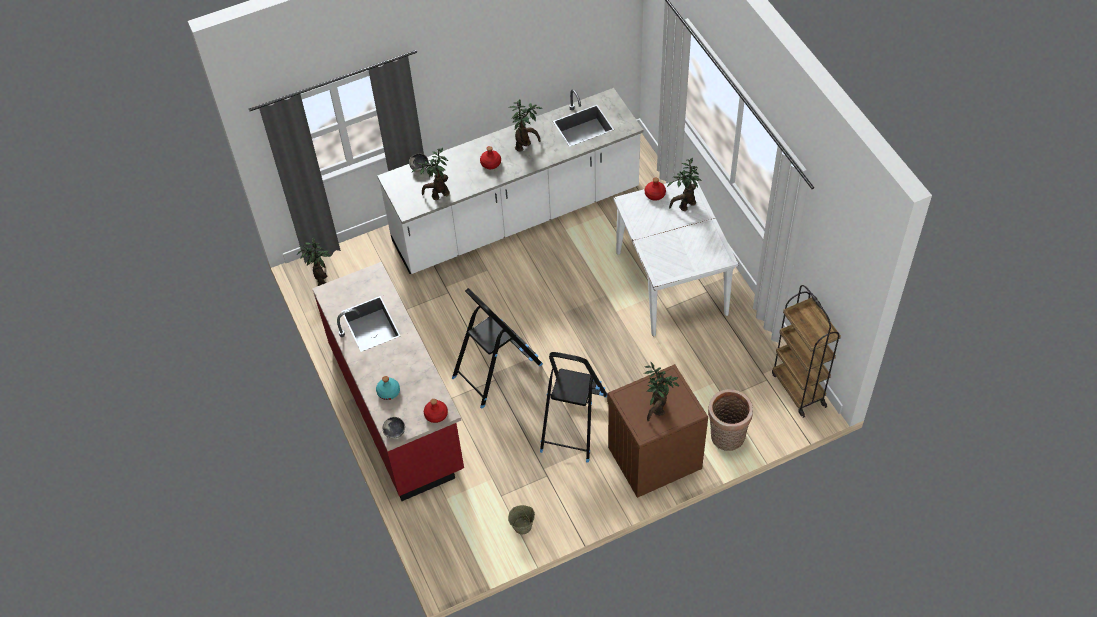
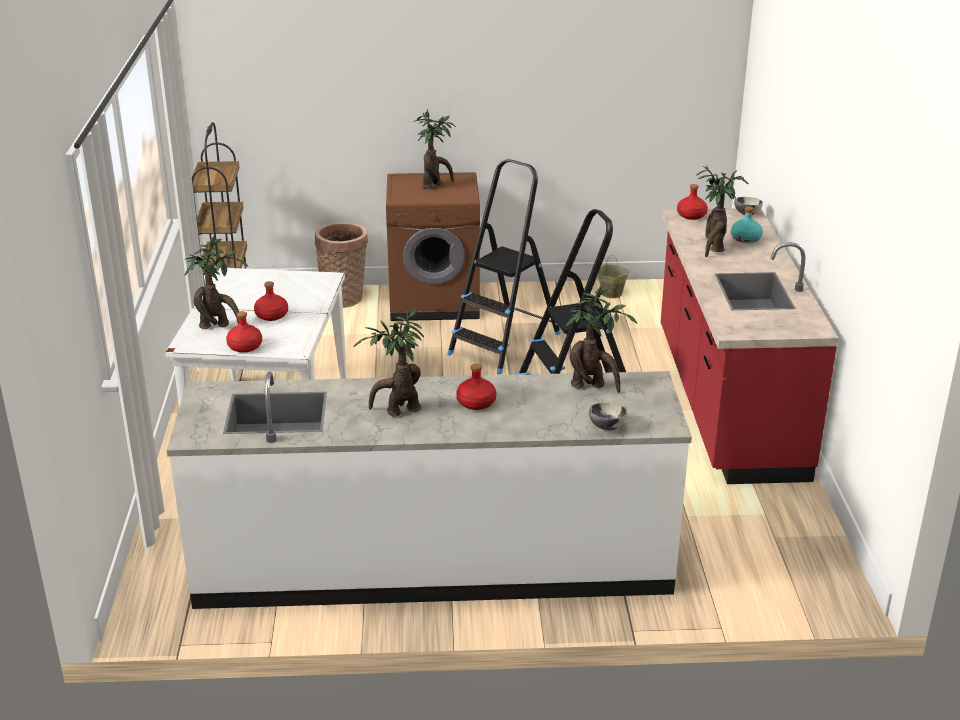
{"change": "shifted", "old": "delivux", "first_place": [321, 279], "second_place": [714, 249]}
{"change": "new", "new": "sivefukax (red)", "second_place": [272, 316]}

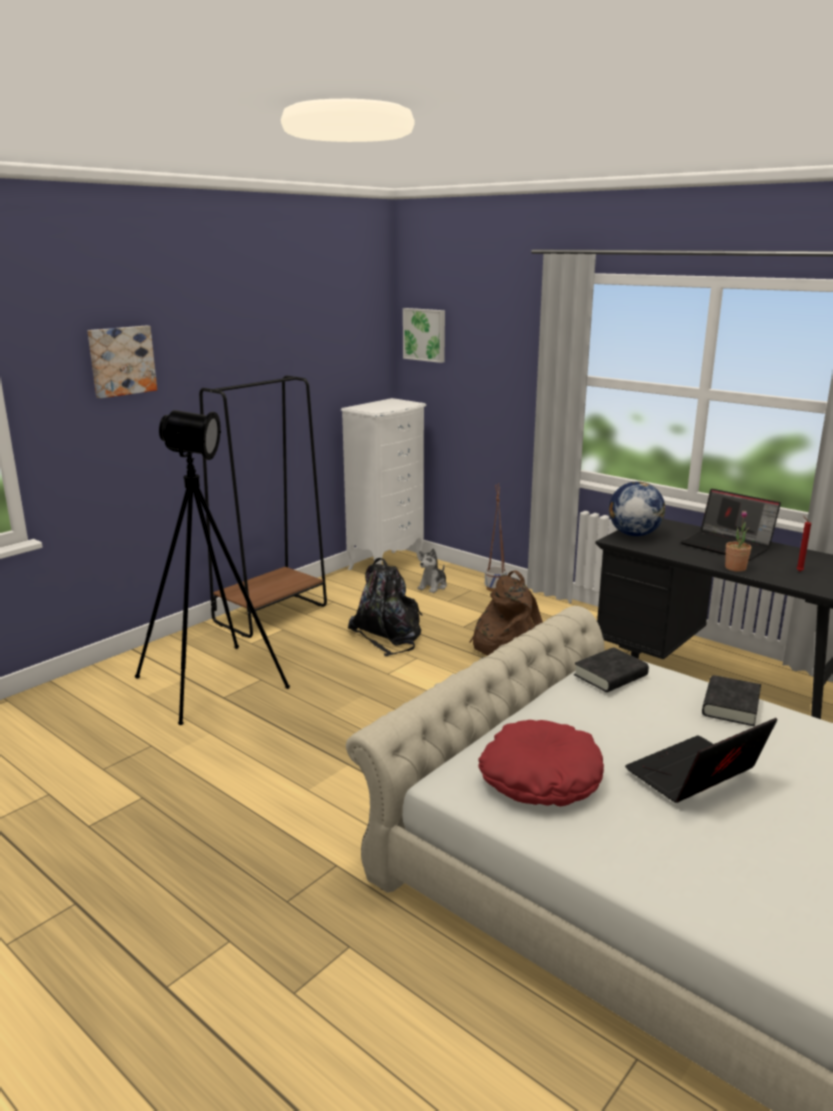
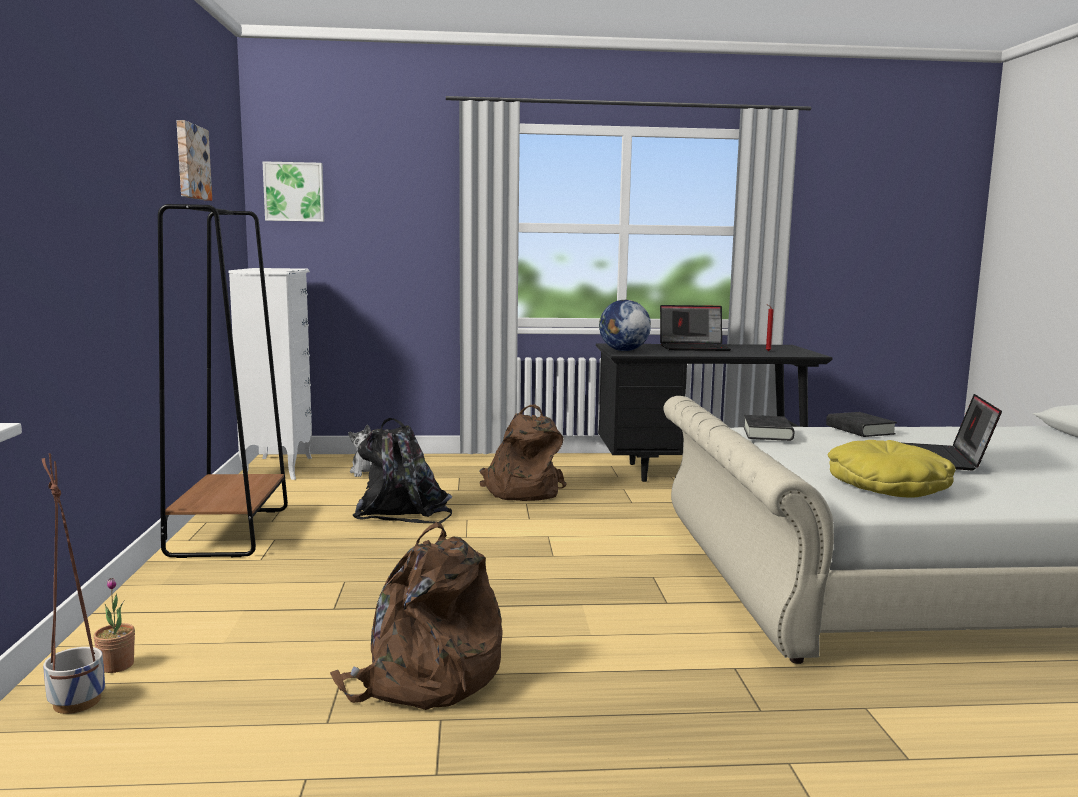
{"change": "shifted", "old": "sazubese", "first_place": [121, 361], "second_place": [190, 162]}
{"change": "gone", "old": "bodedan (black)", "first_place": [212, 683]}
{"change": "shifted", "old": "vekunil", "first_place": [494, 588], "second_place": [76, 702]}
{"change": "shifted", "old": "delivux", "first_place": [735, 568], "second_place": [117, 665]}
{"change": "repainted", "old": "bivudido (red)", "new": "bivudido (yellow)", "first_place": [542, 779], "second_place": [890, 486]}
{"change": "new", "new": "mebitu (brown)", "second_place": [424, 678]}

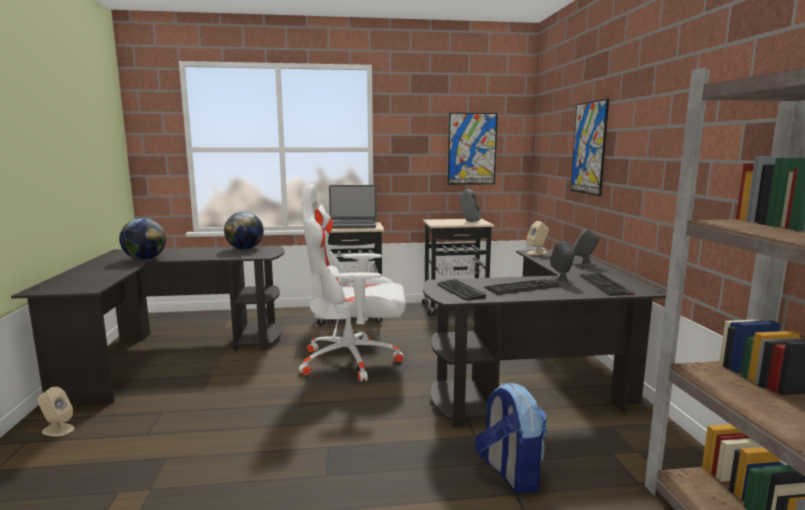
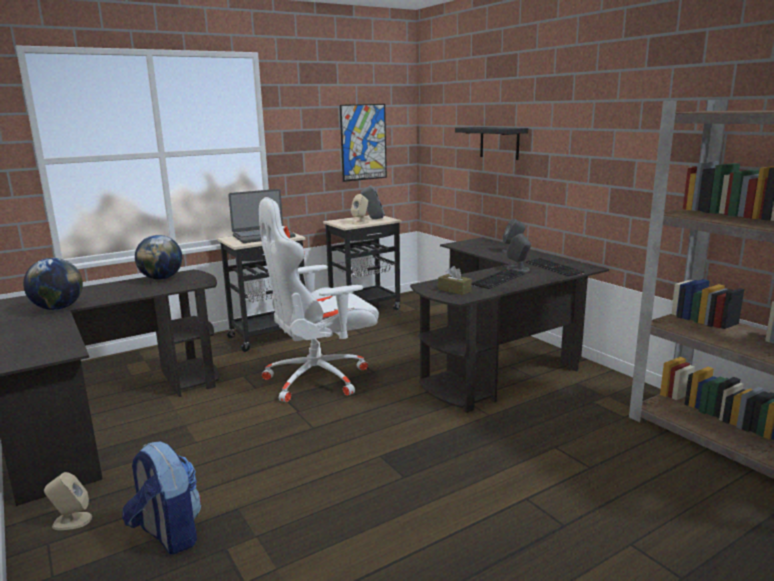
{"change": "swapped", "old": "sazubese", "new": "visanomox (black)", "first_place": [589, 148], "second_place": [499, 143]}
{"change": "shifted", "old": "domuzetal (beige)", "first_place": [537, 253], "second_place": [360, 223]}
{"change": "swapped", "old": "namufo", "new": "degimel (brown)", "first_place": [460, 290], "second_place": [454, 290]}
{"change": "shifted", "old": "mebitu", "first_place": [509, 473], "second_place": [168, 535]}

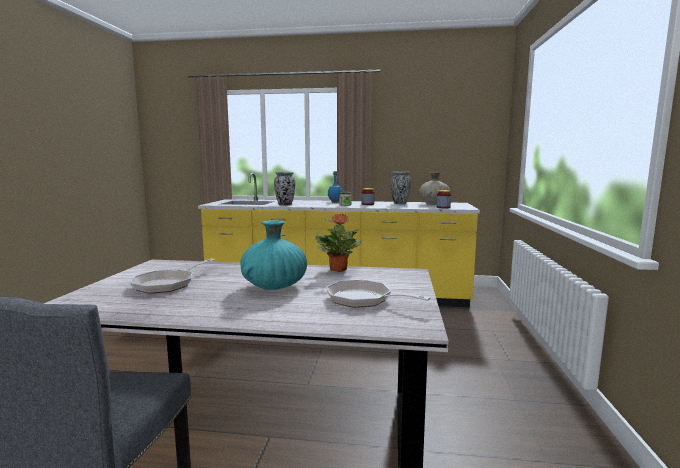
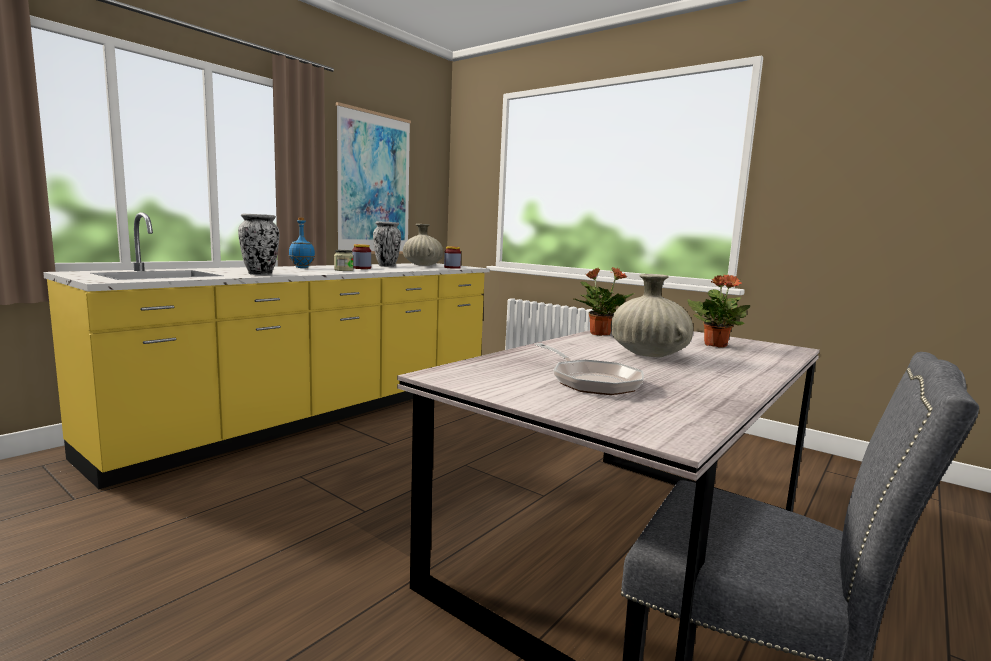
{"change": "repainted", "old": "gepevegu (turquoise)", "new": "gepevegu (beige)", "first_place": [274, 286], "second_place": [648, 355]}
{"change": "swapped", "old": "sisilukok", "new": "delivux", "first_place": [364, 300], "second_place": [715, 345]}
{"change": "new", "new": "sazubese", "second_place": [374, 184]}

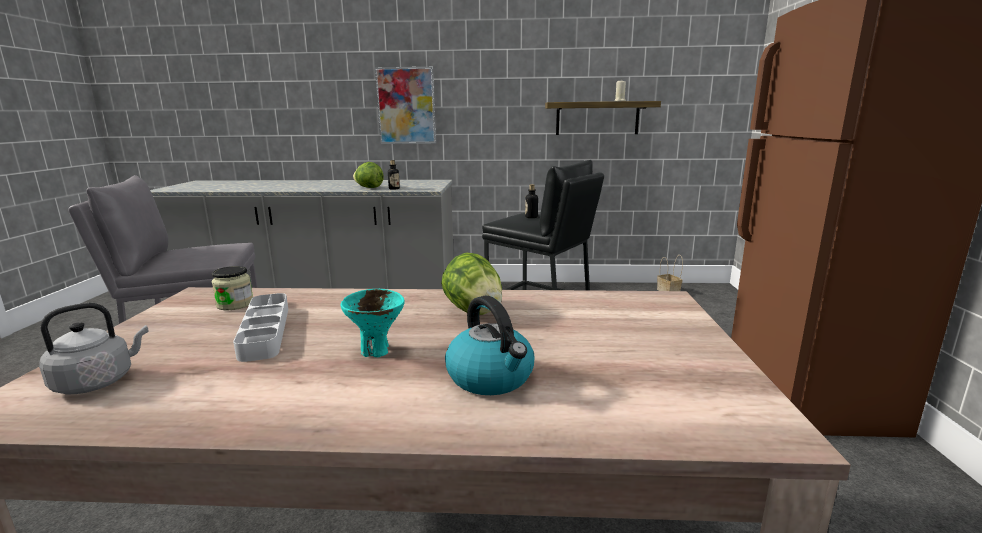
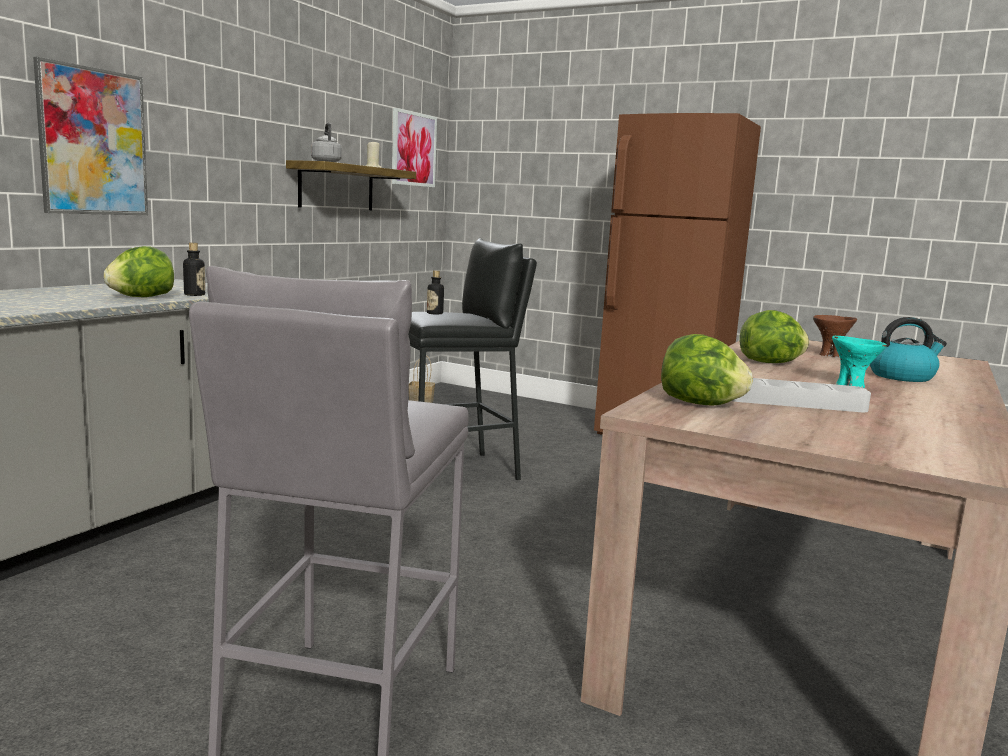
{"change": "swapped", "old": "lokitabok", "new": "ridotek", "first_place": [235, 304], "second_place": [700, 404]}
{"change": "shifted", "old": "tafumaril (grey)", "first_place": [98, 382], "second_place": [326, 162]}
{"change": "new", "new": "sazubese", "second_place": [413, 149]}
{"change": "new", "new": "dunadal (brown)", "second_place": [830, 355]}

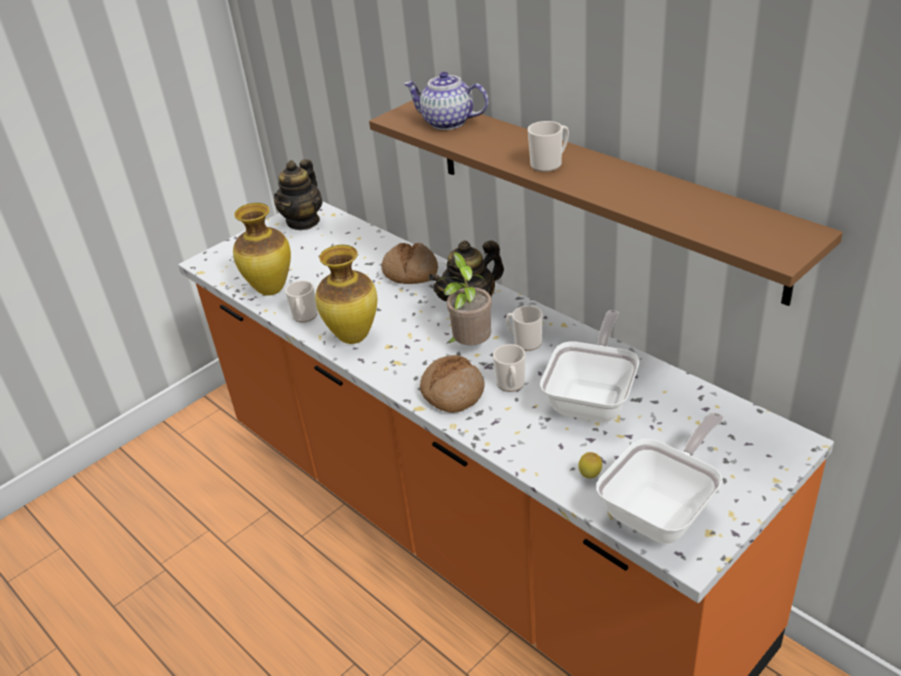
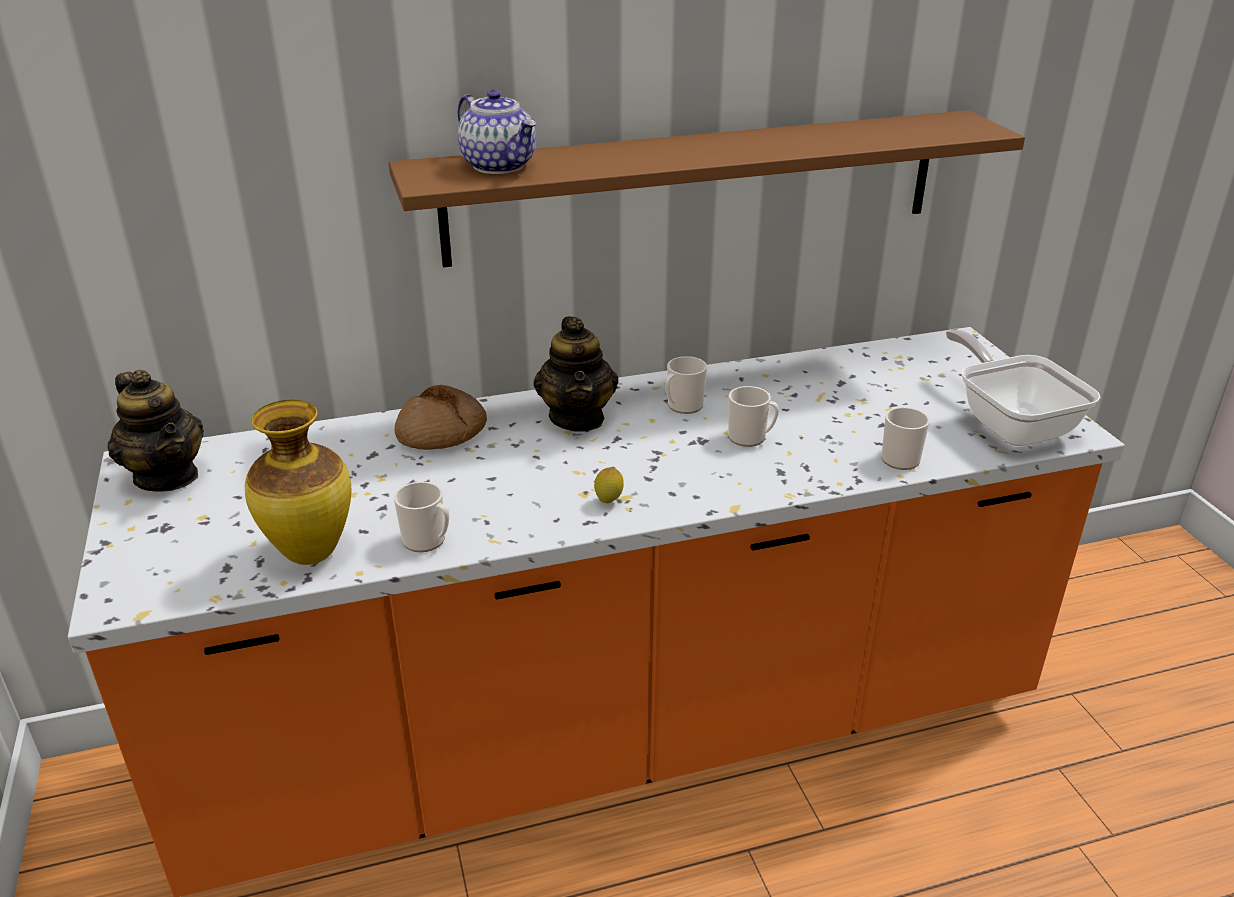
{"change": "rotated", "old": "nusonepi", "first_place": [447, 122], "second_place": [500, 166], "degrees": -90}
{"change": "shifted", "old": "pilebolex", "first_place": [549, 164], "second_place": [900, 457]}
{"change": "gone", "old": "gepevegu", "first_place": [353, 338]}
{"change": "gone", "old": "delivux", "first_place": [470, 346]}
{"change": "gone", "old": "sisilukok", "first_place": [593, 398]}
{"change": "gone", "old": "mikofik", "first_place": [452, 392]}
{"change": "shifted", "old": "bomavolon", "first_place": [590, 477], "second_place": [609, 502]}

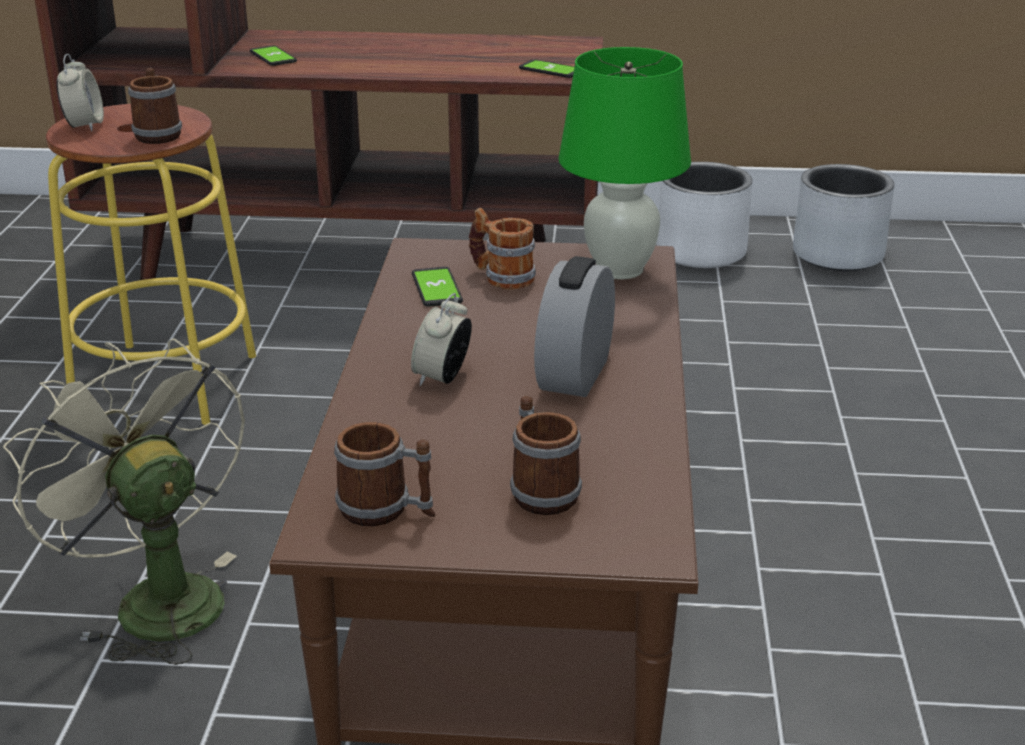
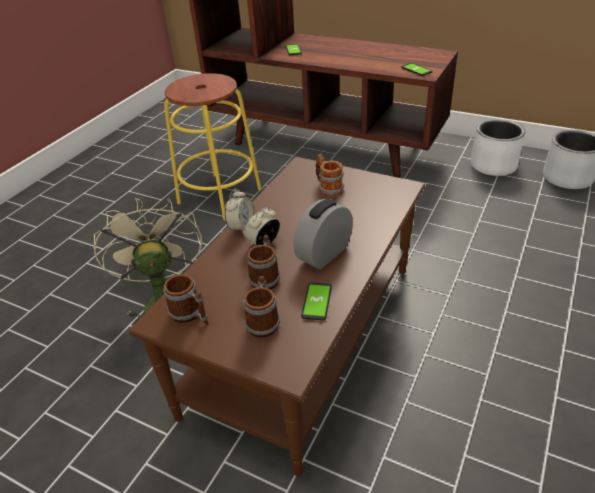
{"change": "gone", "old": "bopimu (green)", "first_place": [619, 270]}
{"change": "shifted", "old": "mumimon", "first_place": [84, 126], "second_place": [241, 227]}
{"change": "shifted", "old": "pilebolex", "first_place": [158, 133], "second_place": [266, 277]}
{"change": "shifted", "old": "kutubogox", "first_place": [437, 288], "second_place": [317, 302]}

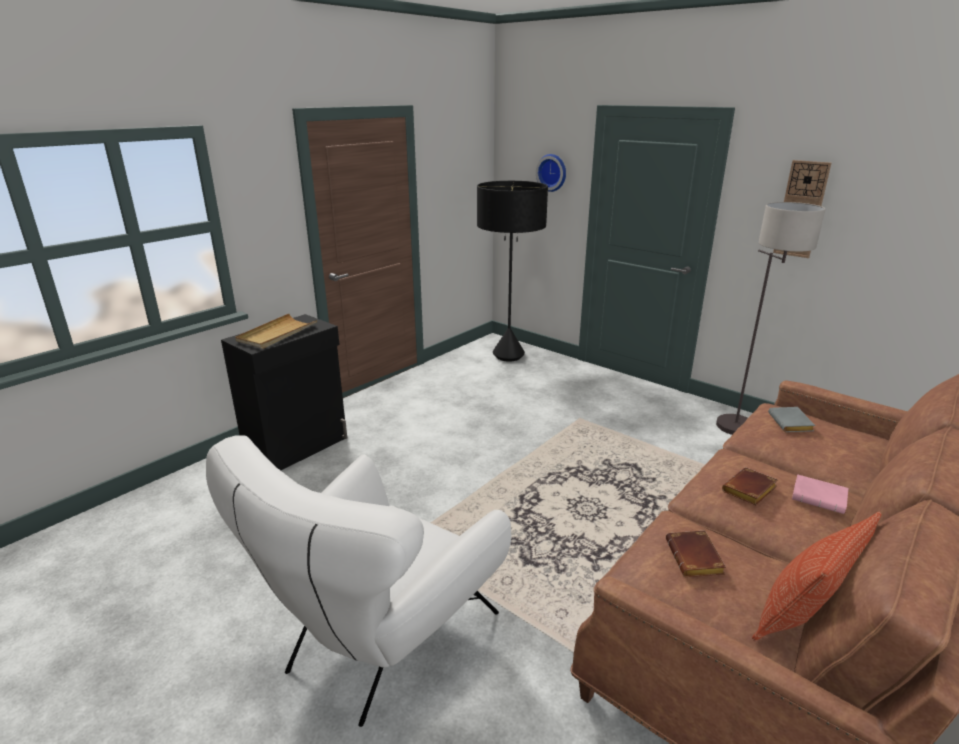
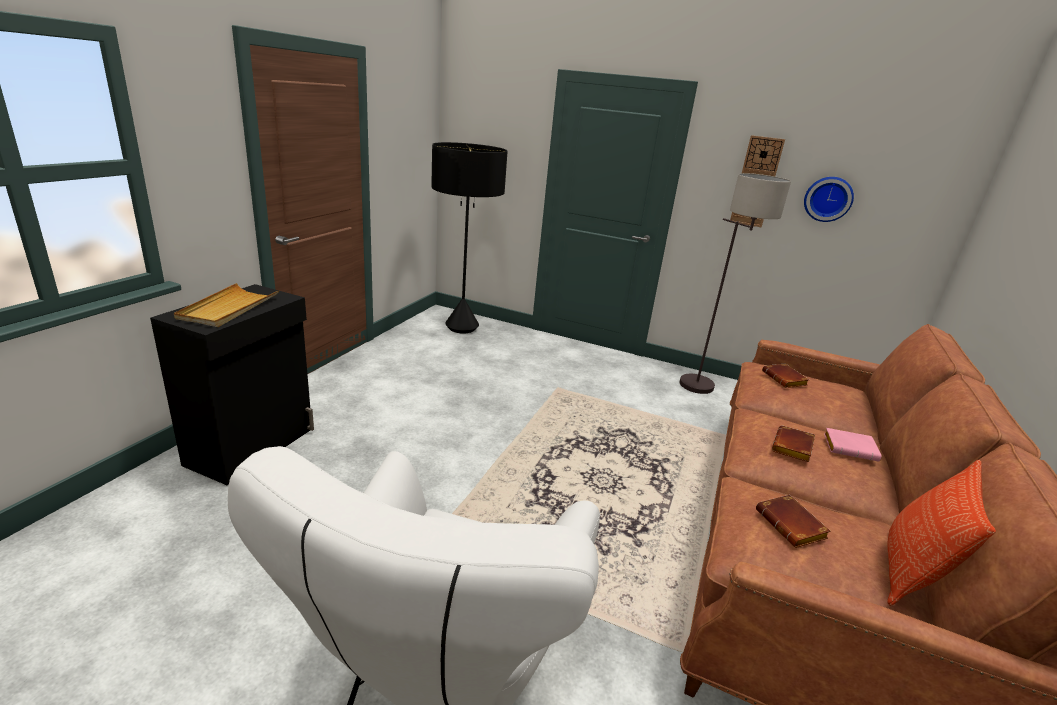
{"change": "shifted", "old": "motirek", "first_place": [552, 172], "second_place": [828, 199]}
{"change": "repainted", "old": "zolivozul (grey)", "new": "zolivozul (brown)", "first_place": [791, 424], "second_place": [785, 379]}

